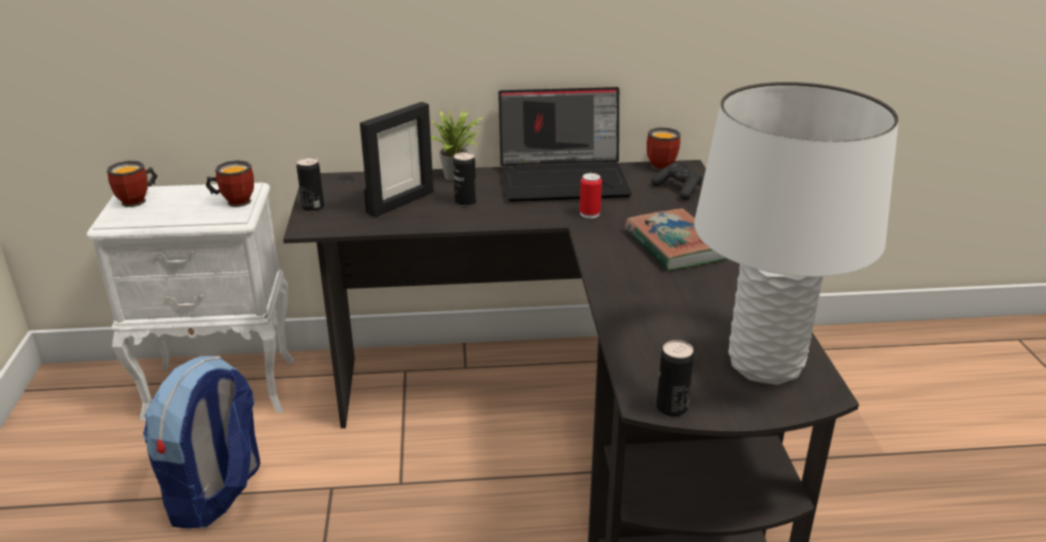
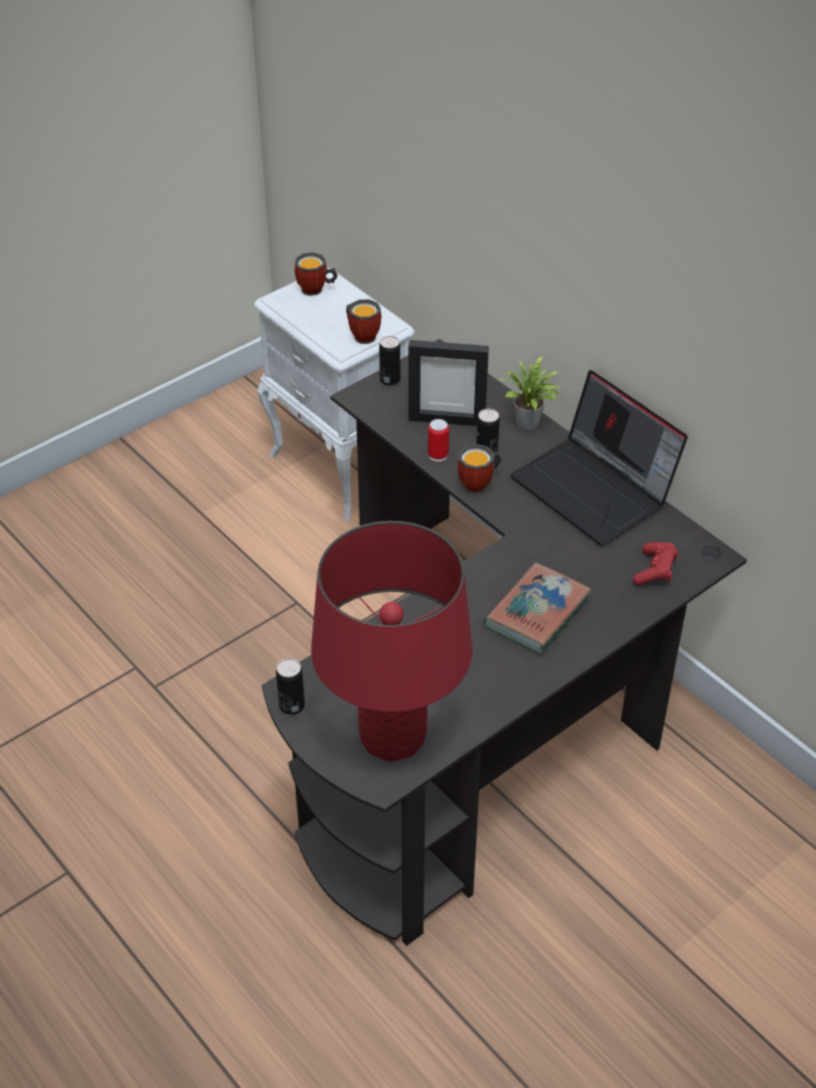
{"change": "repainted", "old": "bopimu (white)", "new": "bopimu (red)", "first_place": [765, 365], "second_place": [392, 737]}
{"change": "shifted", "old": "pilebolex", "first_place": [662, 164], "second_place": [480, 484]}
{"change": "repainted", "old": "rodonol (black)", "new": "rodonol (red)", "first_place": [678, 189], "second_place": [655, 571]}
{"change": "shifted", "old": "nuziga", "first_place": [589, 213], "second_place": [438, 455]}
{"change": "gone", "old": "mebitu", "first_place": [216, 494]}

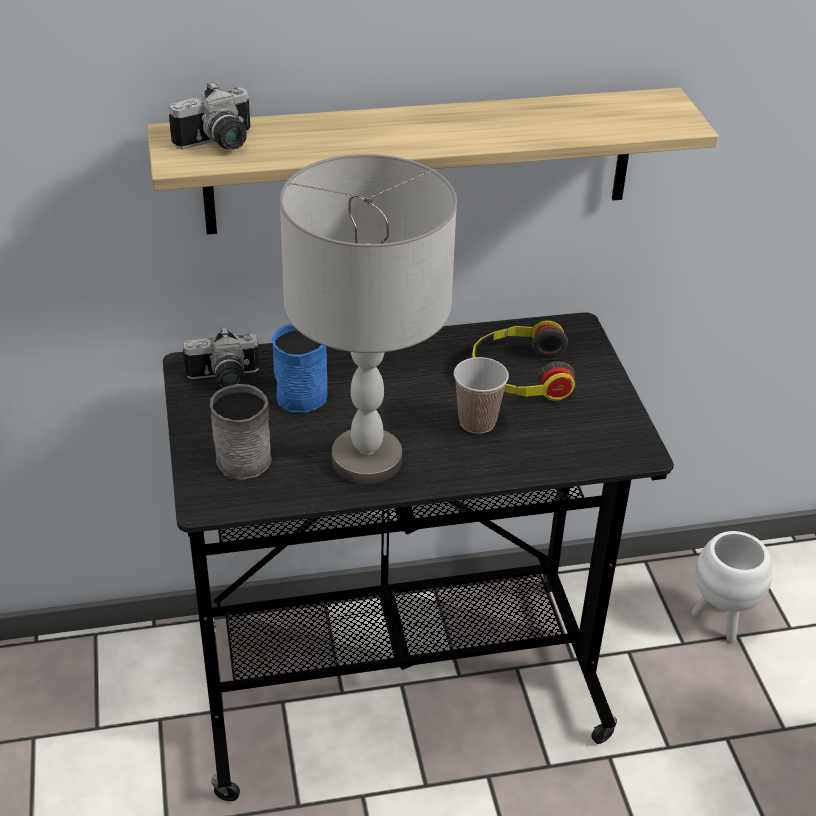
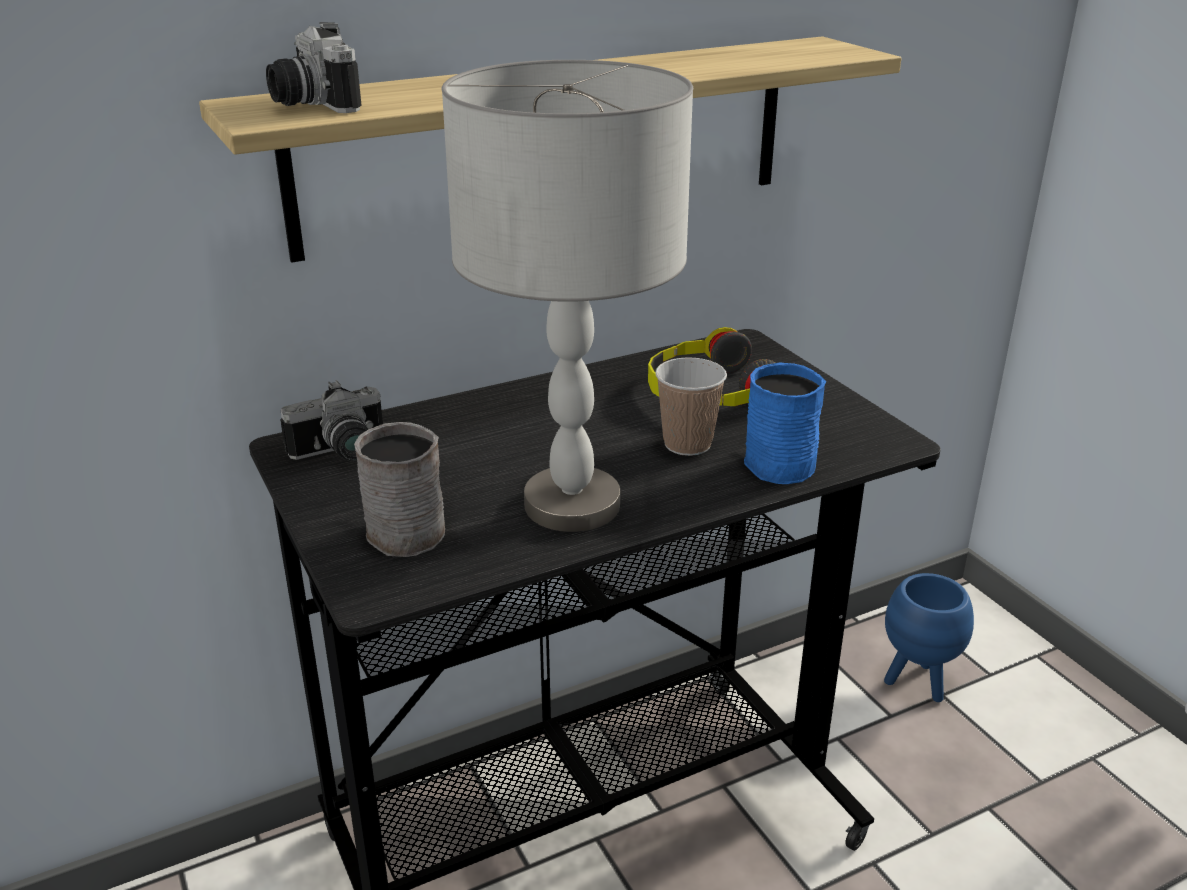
{"change": "rotated", "old": "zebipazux", "first_place": [219, 144], "second_place": [309, 104], "degrees": 105}
{"change": "shifted", "old": "pilebolex (blue)", "first_place": [301, 390], "second_place": [774, 459]}
{"change": "repainted", "old": "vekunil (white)", "new": "vekunil (blue)", "first_place": [721, 621], "second_place": [917, 683]}

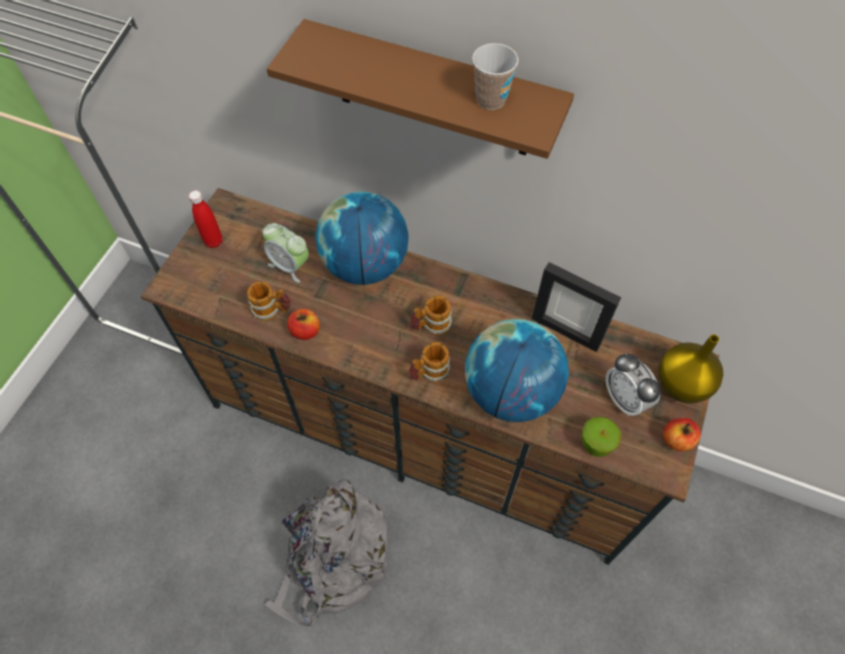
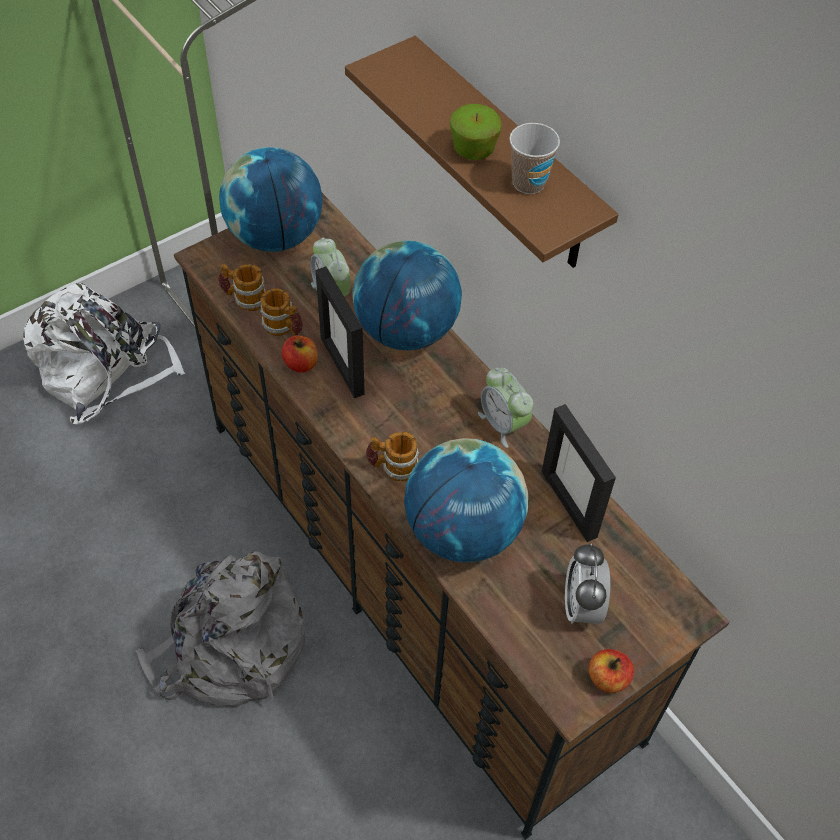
{"change": "swapped", "old": "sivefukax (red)", "new": "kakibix", "first_place": [214, 241], "second_place": [275, 236]}
{"change": "shifted", "old": "pilebolex", "first_place": [431, 325], "second_place": [244, 298]}
{"change": "gone", "old": "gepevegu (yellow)", "first_place": [681, 384]}
{"change": "shifted", "old": "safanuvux", "first_place": [596, 443], "second_place": [473, 150]}
{"change": "new", "new": "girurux", "second_place": [344, 365]}
{"change": "new", "new": "mebitu (white)", "second_place": [105, 372]}
{"change": "new", "new": "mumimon", "second_place": [503, 424]}

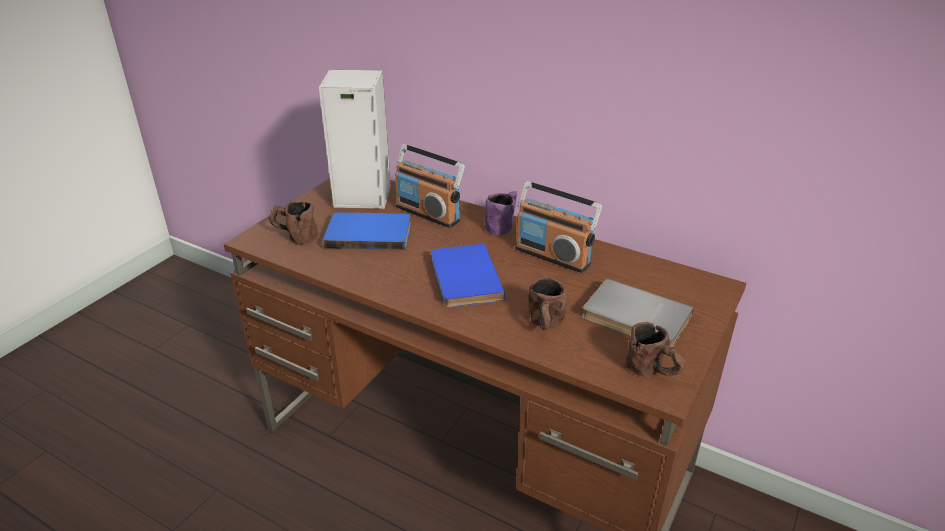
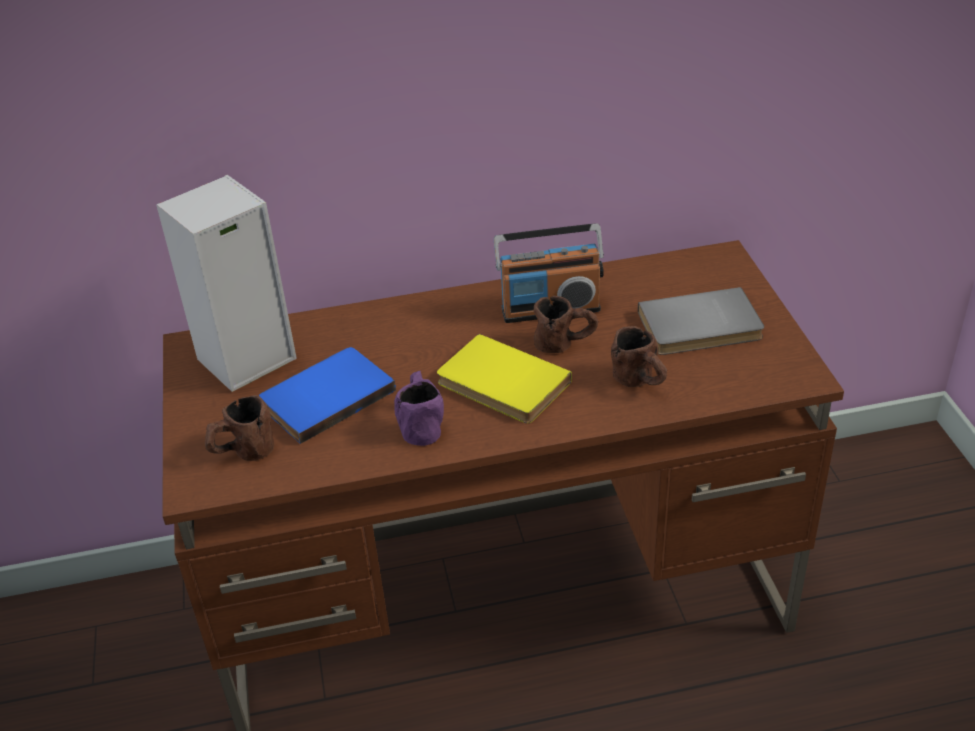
{"change": "gone", "old": "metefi", "first_place": [428, 213]}
{"change": "shifted", "old": "pilebolex (purple)", "first_place": [503, 224], "second_place": [420, 423]}
{"change": "repainted", "old": "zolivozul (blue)", "new": "zolivozul (yellow)", "first_place": [462, 279], "second_place": [501, 385]}
{"change": "shifted", "old": "pilebolex (brown)", "first_place": [653, 372], "second_place": [565, 343]}

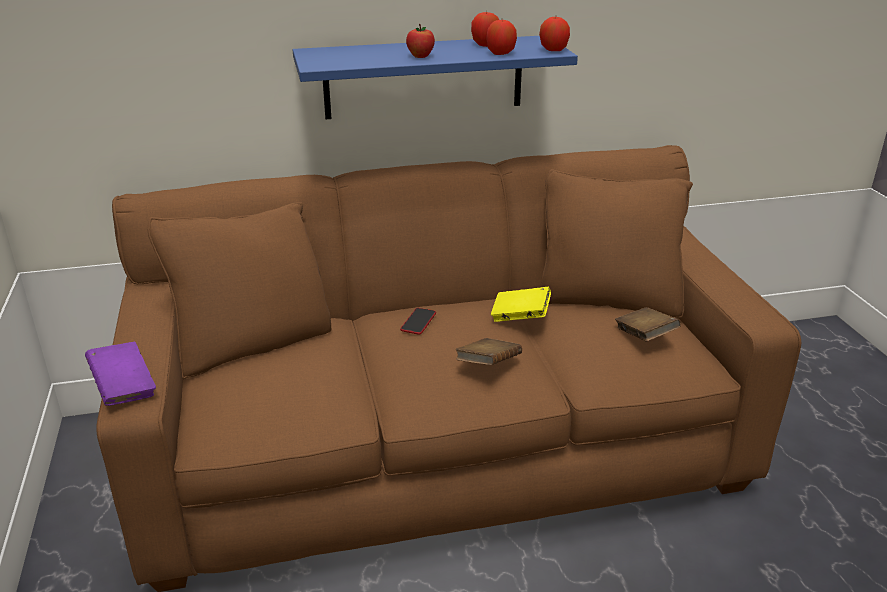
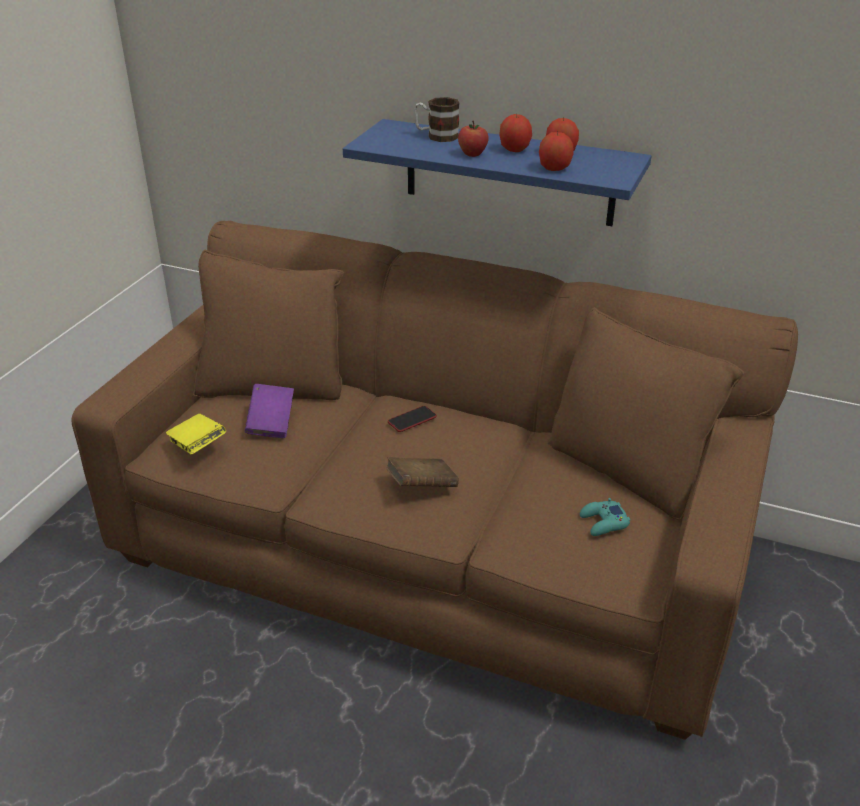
{"change": "shifted", "old": "safanuvux", "first_place": [553, 50], "second_place": [514, 150]}
{"change": "shifted", "old": "zolivozul (yellow)", "first_place": [520, 317], "second_place": [197, 446]}
{"change": "swapped", "old": "zolivozul (brown)", "new": "rodonol (turquoise)", "first_place": [644, 337], "second_place": [603, 523]}
{"change": "shifted", "old": "zolivozul (purple)", "first_place": [124, 388], "second_place": [271, 423]}
{"change": "new", "new": "pilebolex", "second_place": [436, 136]}

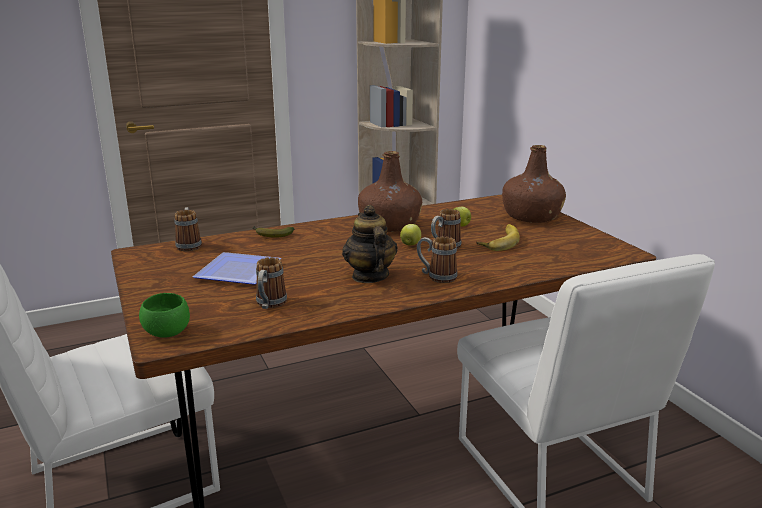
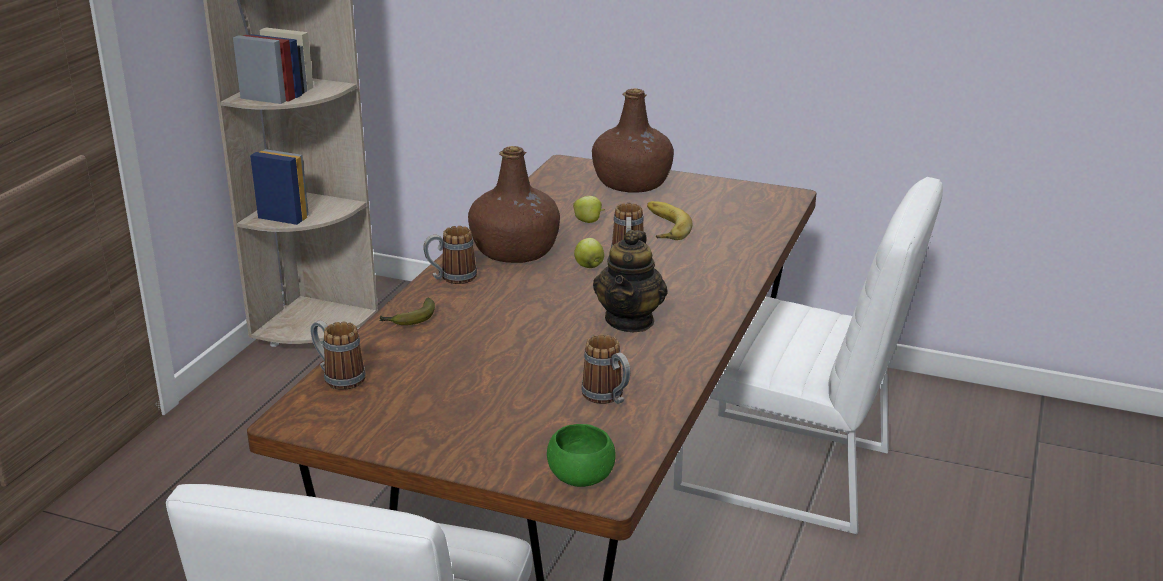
{"change": "rotated", "old": "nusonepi", "first_place": [369, 276], "second_place": [630, 320], "degrees": -105}
{"change": "shifted", "old": "pilebolex", "first_place": [436, 276], "second_place": [451, 278]}
{"change": "gone", "old": "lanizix", "first_place": [241, 271]}

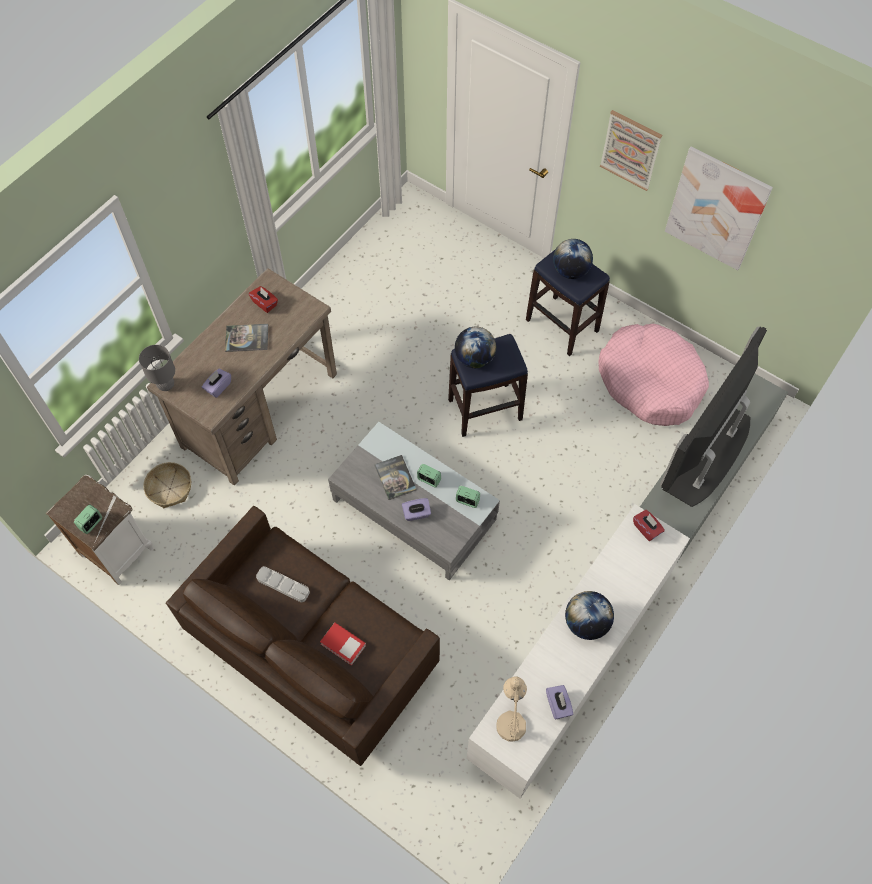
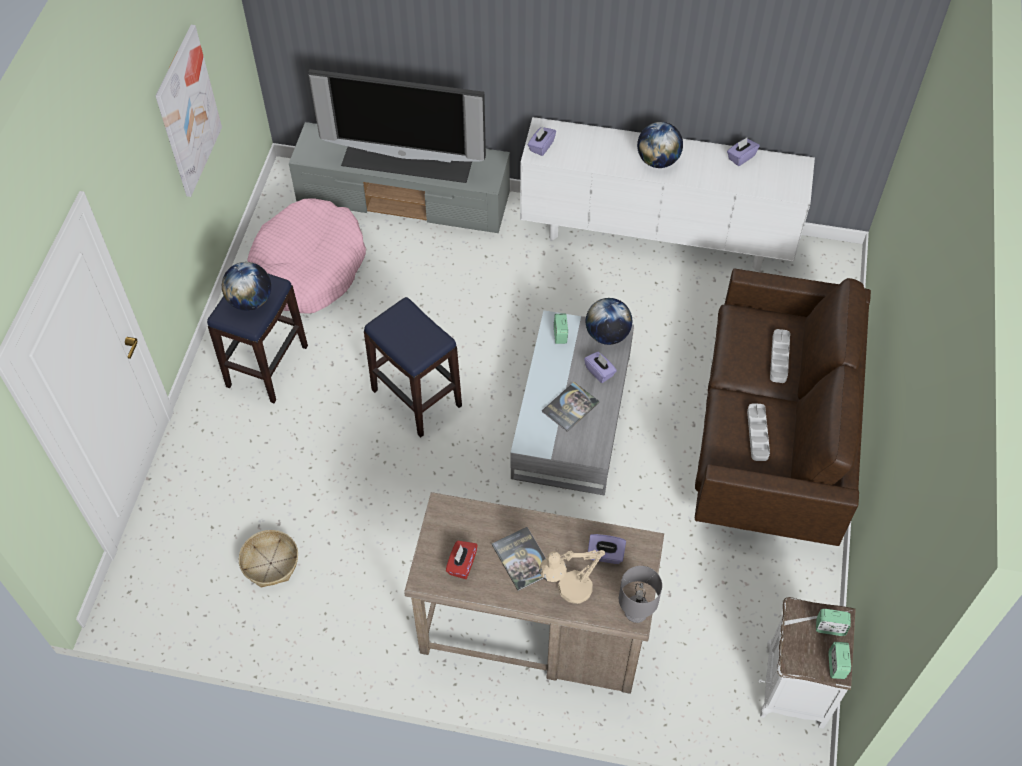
{"change": "gone", "old": "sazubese", "first_place": [630, 150]}
{"change": "shifted", "old": "kakibix", "first_place": [474, 358], "second_place": [607, 335]}
{"change": "shifted", "old": "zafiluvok", "first_place": [170, 488], "second_place": [270, 563]}
{"change": "shifted", "old": "mumimon", "first_place": [429, 480], "second_place": [836, 665]}
{"change": "repainted", "old": "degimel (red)", "new": "degimel (purple)", "first_place": [646, 529], "second_place": [541, 146]}
{"change": "swapped", "old": "zolivozul", "new": "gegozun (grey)", "first_place": [343, 644], "second_place": [779, 358]}
{"change": "shifted", "old": "bopimu (beige)", "first_place": [511, 719], "second_place": [568, 590]}

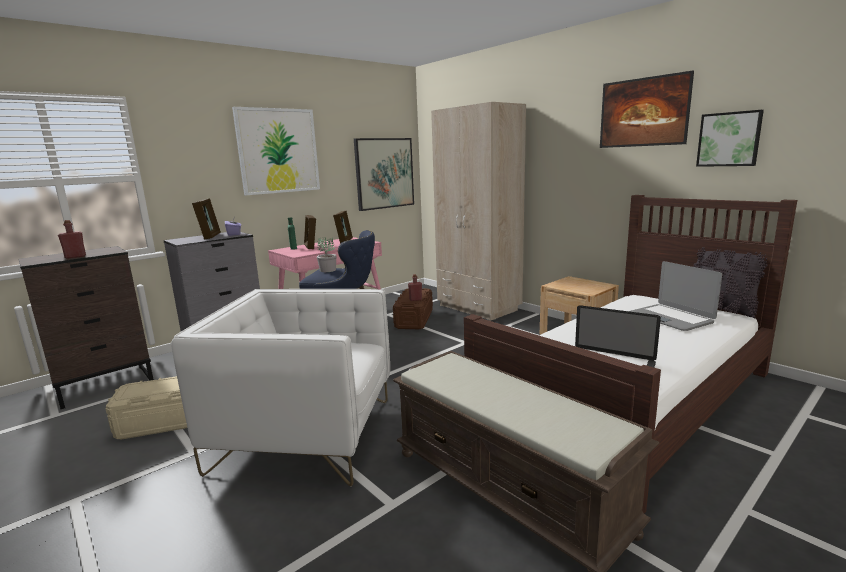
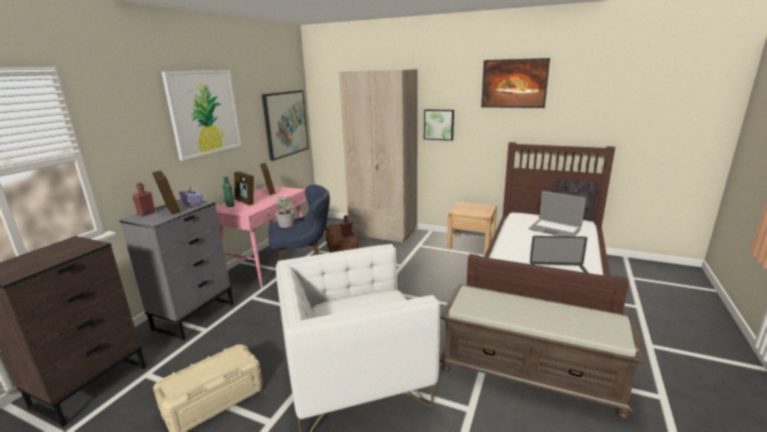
{"change": "shifted", "old": "sazubese", "first_place": [729, 139], "second_place": [439, 124]}
{"change": "shifted", "old": "sivefukax (red)", "first_place": [75, 256], "second_place": [146, 213]}

